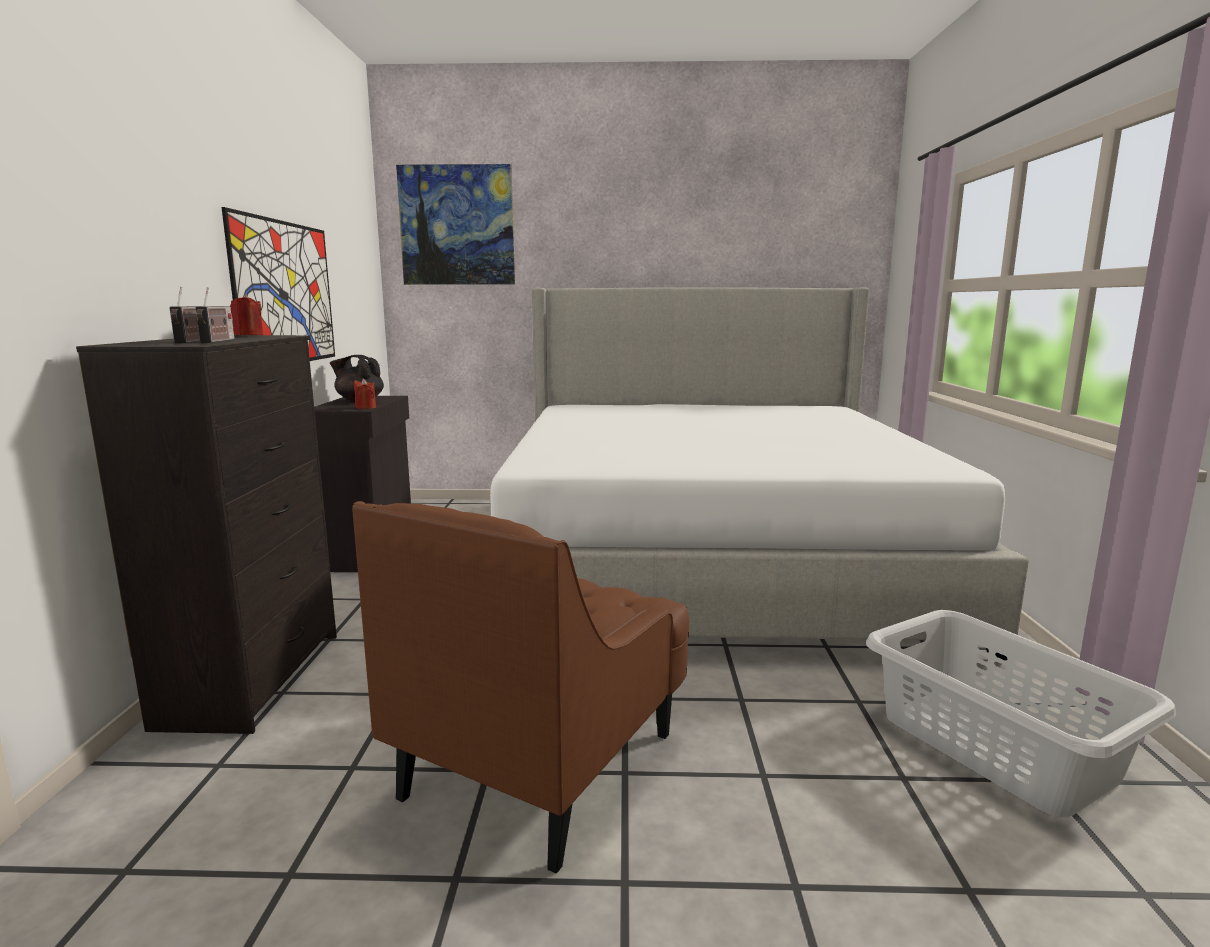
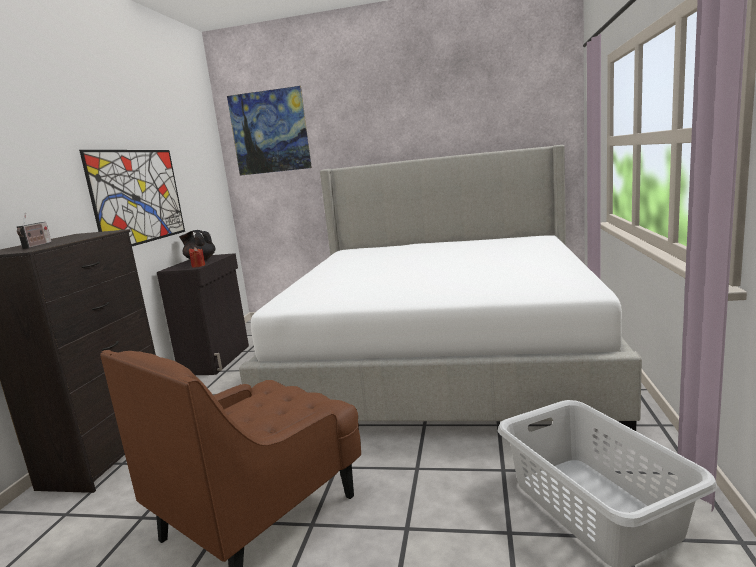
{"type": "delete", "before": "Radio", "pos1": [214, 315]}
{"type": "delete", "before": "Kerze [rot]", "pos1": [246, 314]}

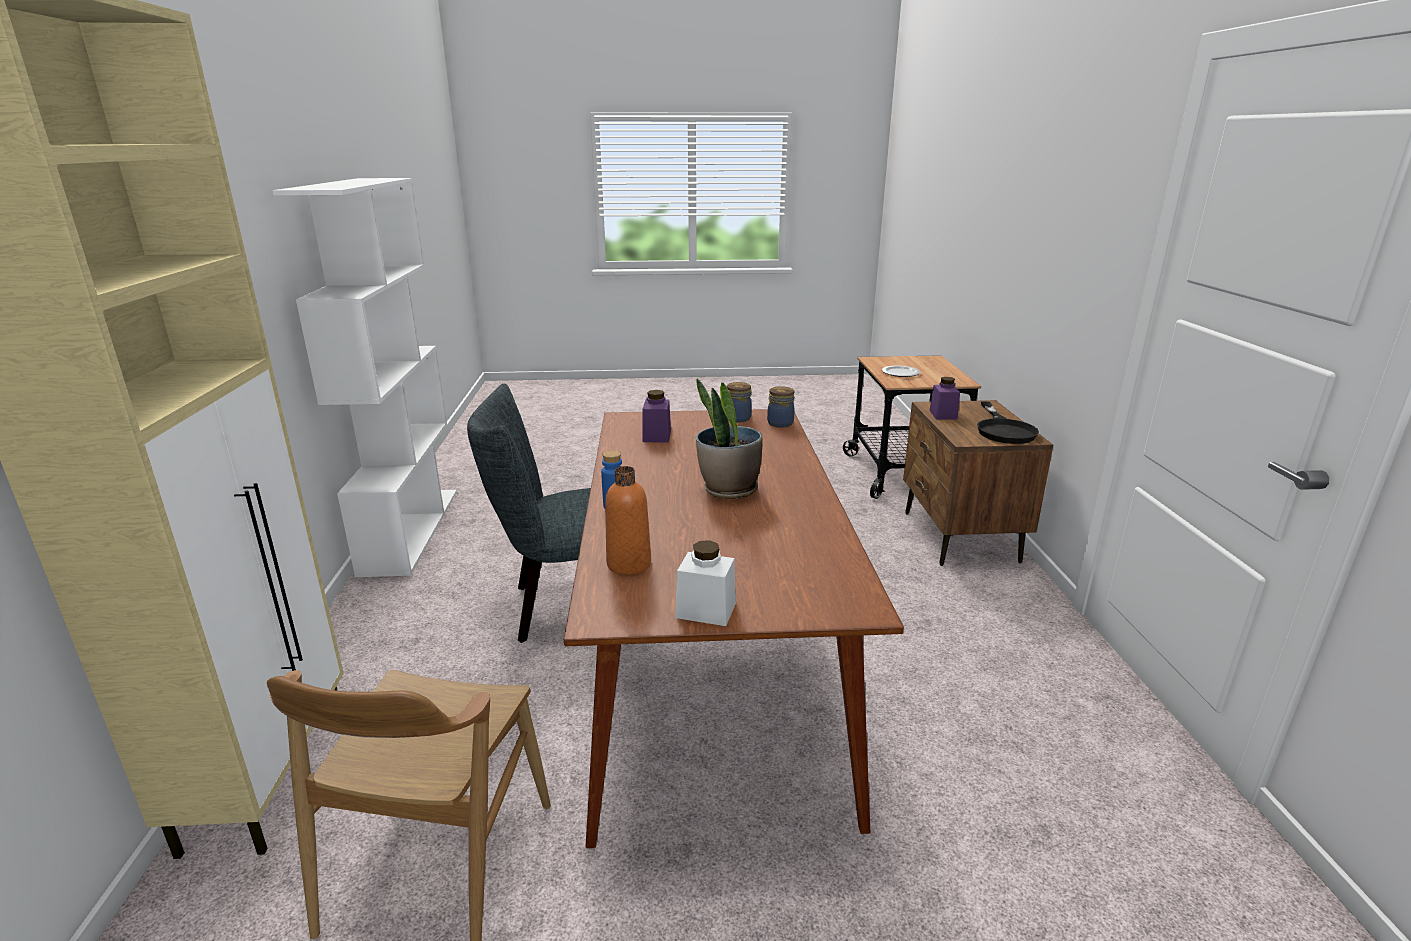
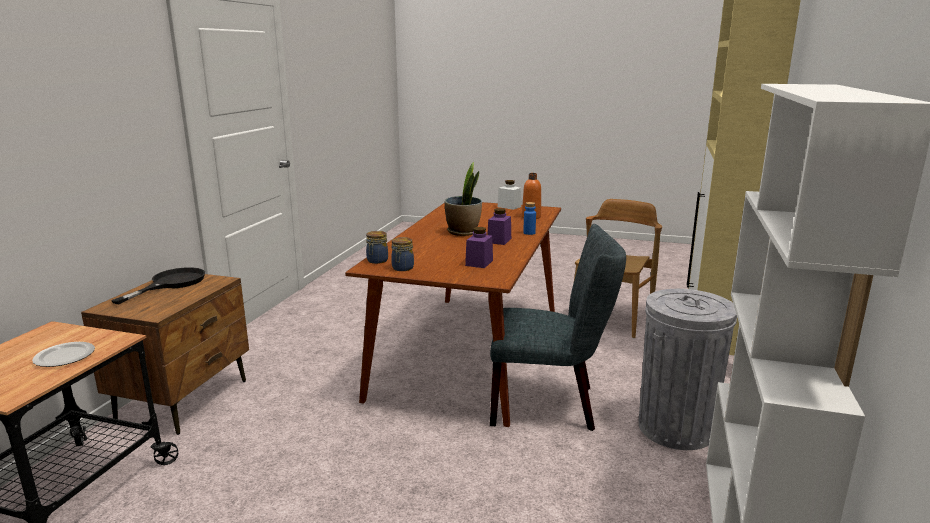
{"type": "move", "before": "Vorratsglas [lila]", "pos1": [944, 398], "pos2": [499, 226]}
{"type": "insert", "after": "Mülleimer [grau]", "pos2": [688, 369]}

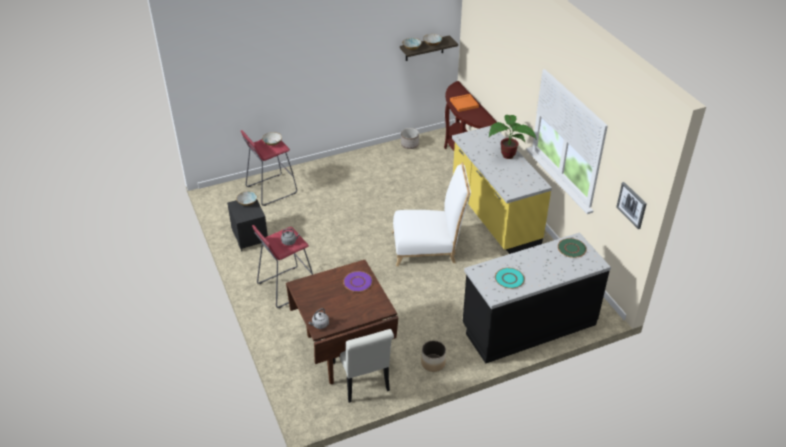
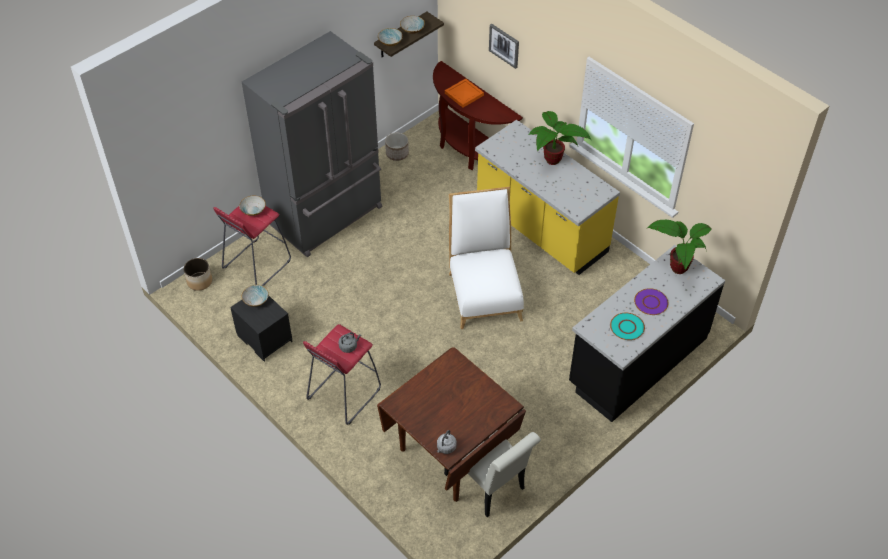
{"type": "move", "before": "Pflanzkübel", "pos1": [433, 356], "pos2": [197, 274]}
{"type": "insert", "after": "Kühlschrank [grau]", "pos2": [312, 144]}
{"type": "rotate", "before": "Stuhl [weiß]", "pos1": [431, 214], "pos2": [486, 258], "turn": -75}
{"type": "move", "before": "Bild", "pos1": [631, 205], "pos2": [504, 46]}
{"type": "move", "before": "Teller [lila]", "pos1": [358, 281], "pos2": [651, 301]}
{"type": "replace", "before": "Teller [grün]", "after": "Topfpflanze", "pos1": [572, 248], "pos2": [680, 247]}

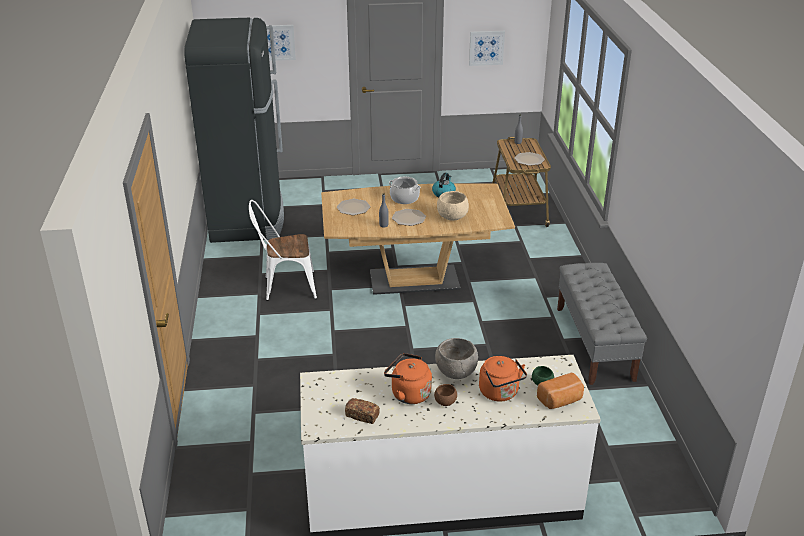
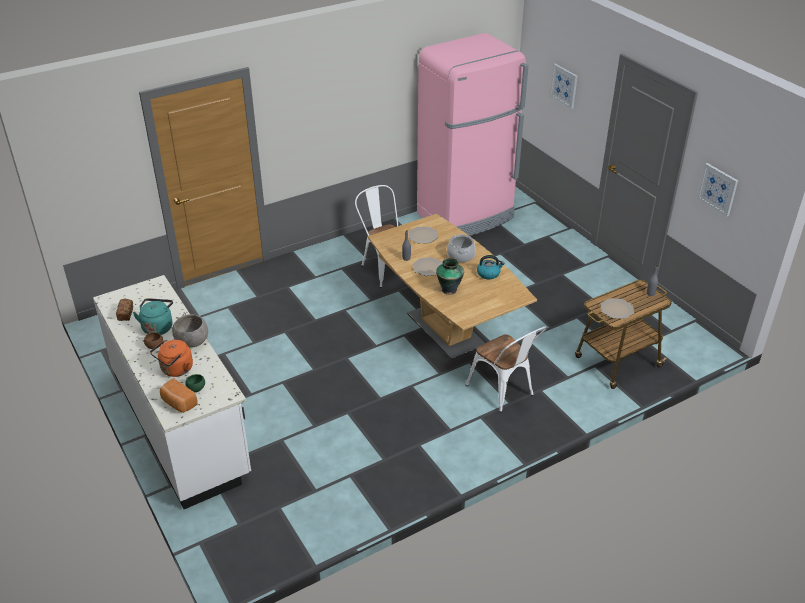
{"type": "recolor", "before": "Wasserkessel [orange]", "after": "Wasserkessel [türkis]", "pos1": [408, 378], "pos2": [153, 316]}
{"type": "recolor", "before": "Kühlschrank [schwarz]", "after": "Kühlschrank [rosa]", "pos1": [234, 130], "pos2": [473, 134]}
{"type": "replace", "before": "Schüssel [beige]", "after": "Vase", "pos1": [453, 206], "pos2": [450, 276]}
{"type": "insert", "after": "Stuhl [weiß]", "pos2": [506, 369]}
{"type": "delete", "before": "Bank [grau]", "pos1": [602, 324]}

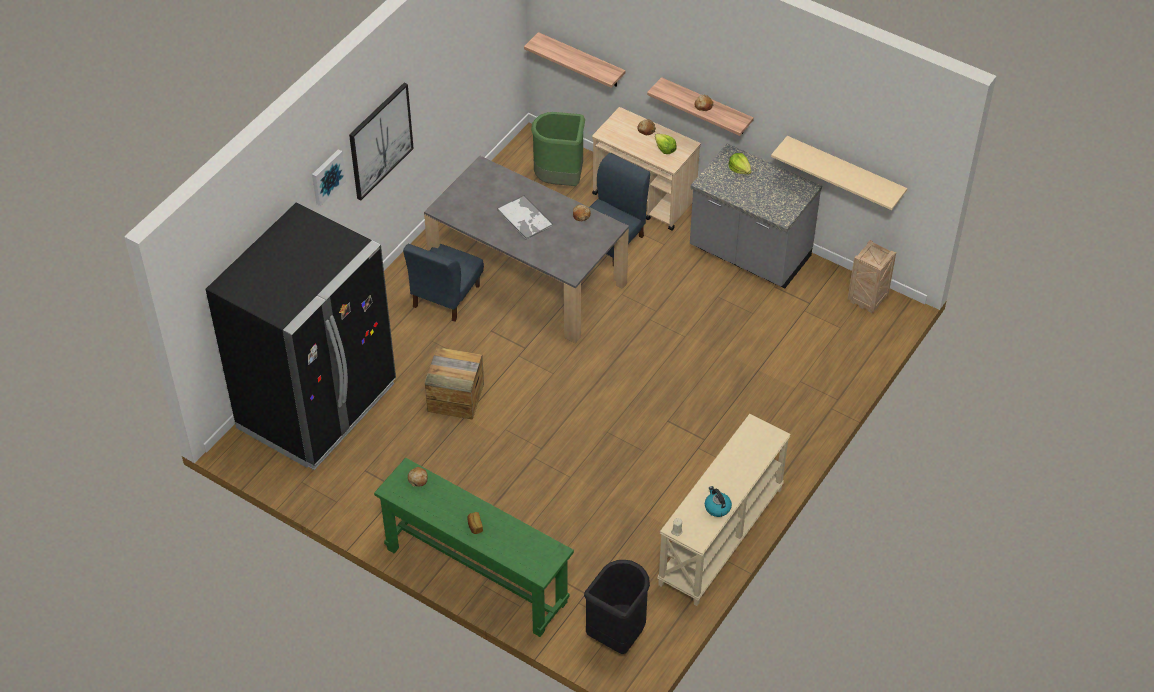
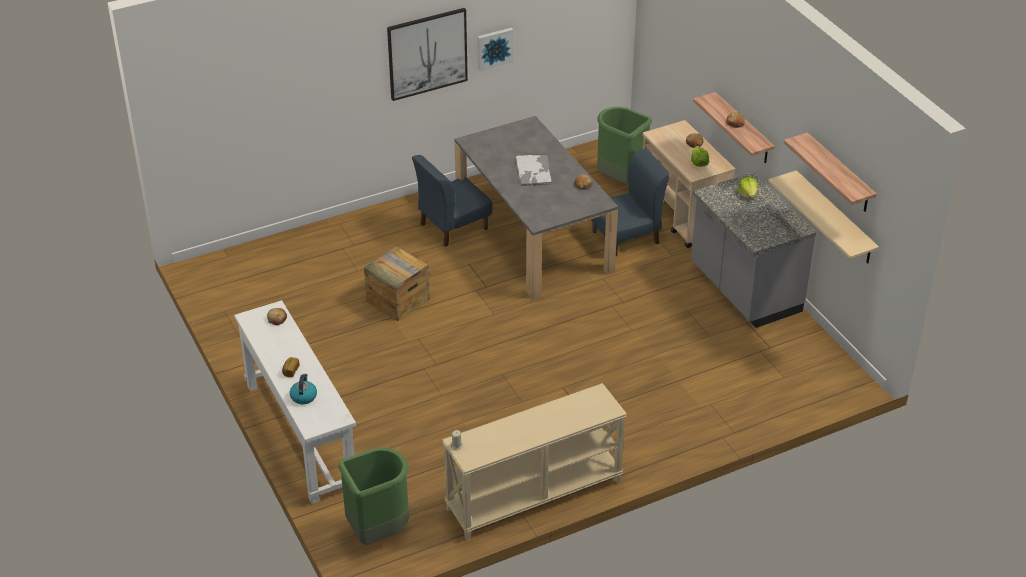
{"type": "recolor", "before": "Konsolentisch [grün]", "after": "Konsolentisch [weiß]", "pos1": [474, 547], "pos2": [295, 402]}
{"type": "move", "before": "Wasserkessel", "pos1": [718, 501], "pos2": [303, 389]}
{"type": "recolor", "before": "Mülleimer [schwarz]", "after": "Mülleimer [grün]", "pos1": [617, 607], "pos2": [373, 496]}
{"type": "move", "before": "Bild", "pos1": [329, 177], "pos2": [495, 49]}
{"type": "move", "before": "Wandregal", "pos1": [574, 60], "pos2": [830, 172]}
{"type": "delete", "before": "Kühlschrank [schwarz]", "pos1": [300, 336]}
{"type": "delete", "before": "Kiste", "pos1": [871, 276]}

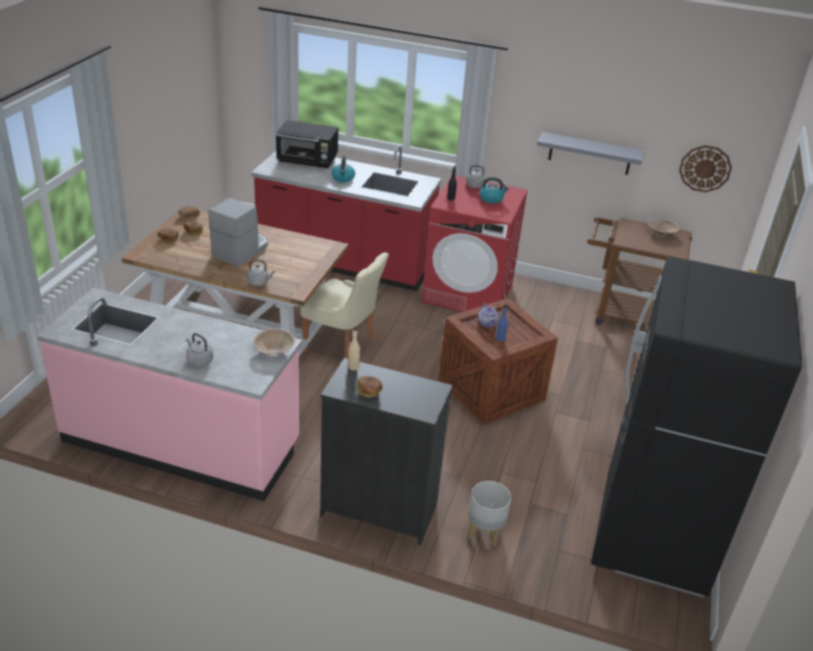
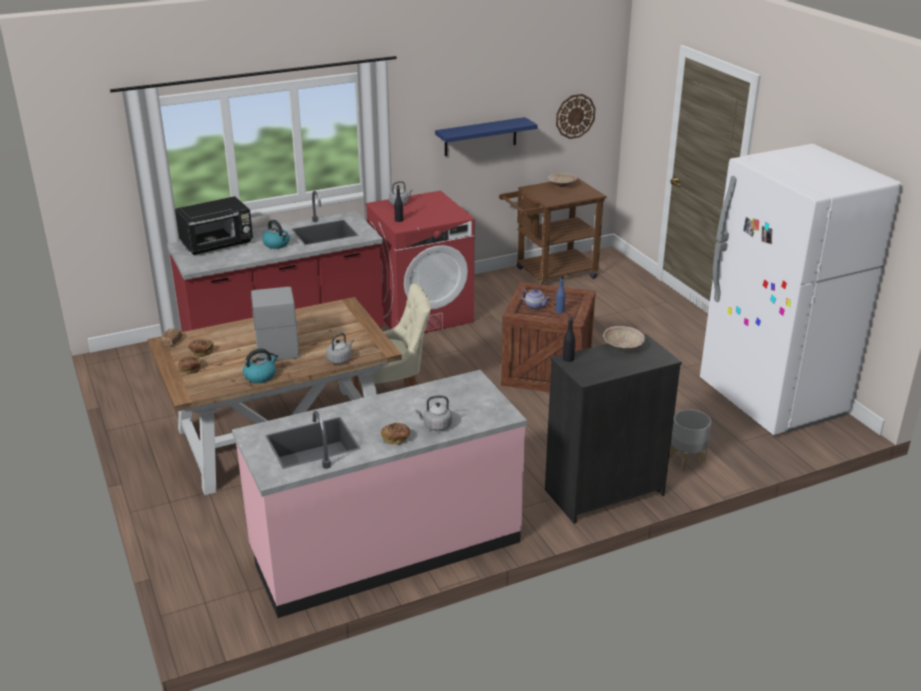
{"type": "move", "before": "Wasserkessel", "pos1": [494, 190], "pos2": [260, 365]}
{"type": "move", "before": "Brot", "pos1": [369, 387], "pos2": [395, 434]}
{"type": "recolor", "before": "Wandregal [grau]", "after": "Wandregal [blau]", "pos1": [590, 153], "pos2": [486, 136]}
{"type": "recolor", "before": "Flasche [beige]", "after": "Flasche [schwarz]", "pos1": [354, 348], "pos2": [569, 338]}
{"type": "move", "before": "Schüssel [beige]", "pos1": [274, 341], "pos2": [624, 337]}
{"type": "recolor", "before": "Kühlschrank [schwarz]", "after": "Kühlschrank [weiß]", "pos1": [696, 426], "pos2": [801, 289]}

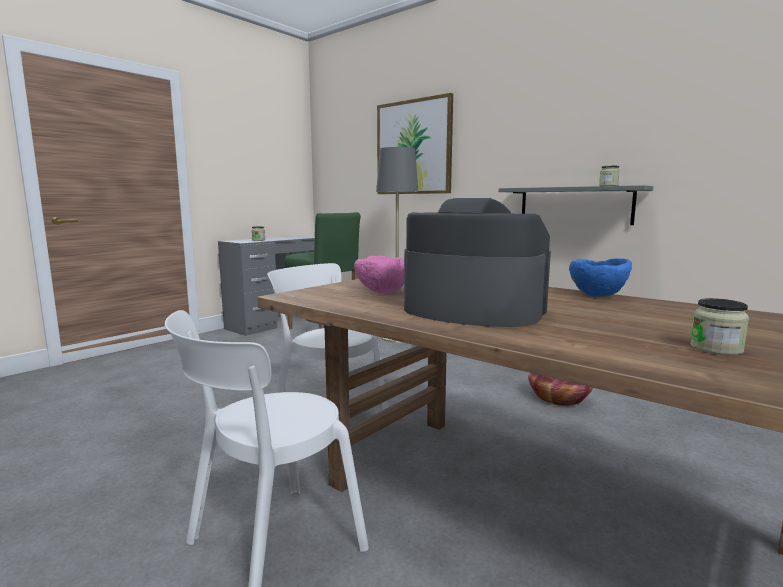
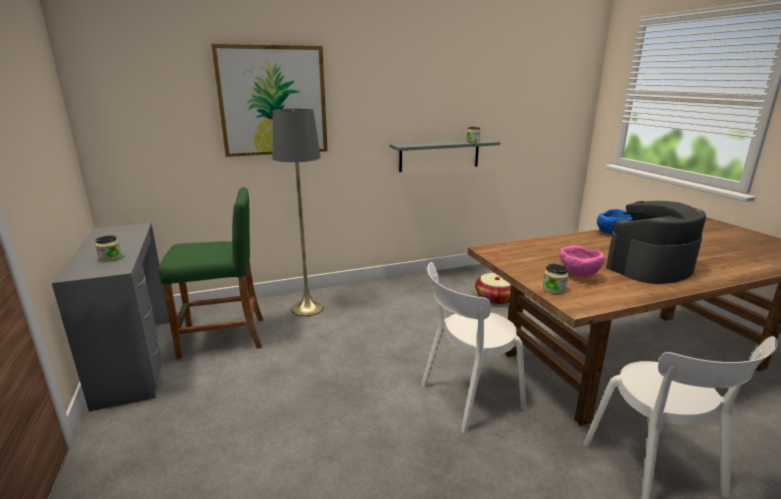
{"type": "move", "before": "Vorratsglas", "pos1": [719, 326], "pos2": [556, 279]}

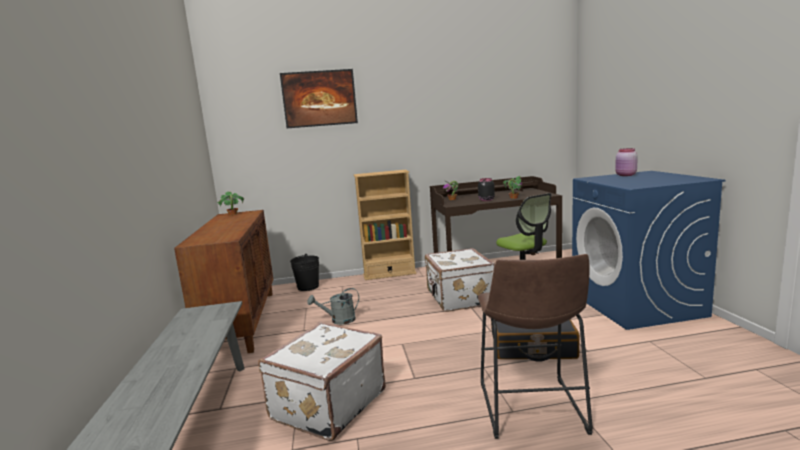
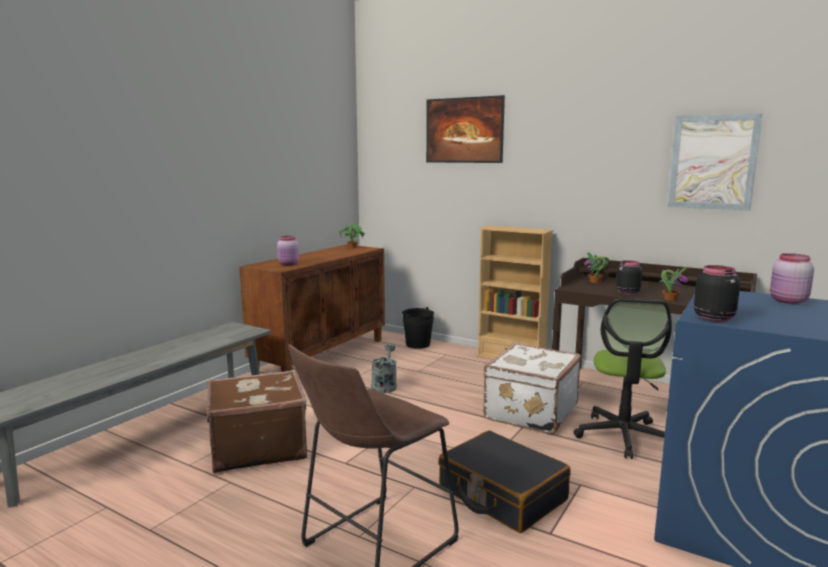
{"type": "recolor", "before": "Koffer [weiß]", "after": "Koffer [braun]", "pos1": [322, 381], "pos2": [257, 421]}
{"type": "insert", "after": "Vorratsglas [rosa]", "pos2": [288, 251]}
{"type": "rotate", "before": "Gießkanne [grau]", "pos1": [333, 306], "pos2": [384, 368], "turn": 75}
{"type": "insert", "after": "Bild", "pos2": [715, 162]}
{"type": "insert", "after": "Vorratsglas [schwarz]", "pos2": [717, 293]}

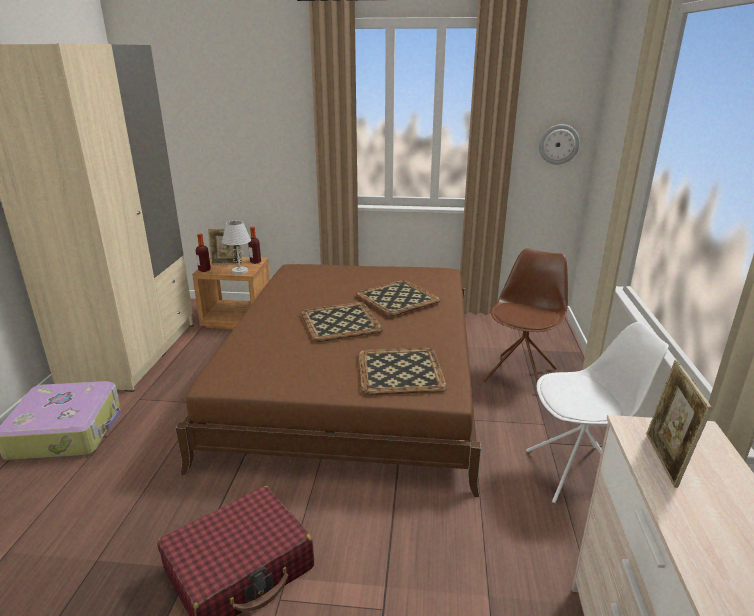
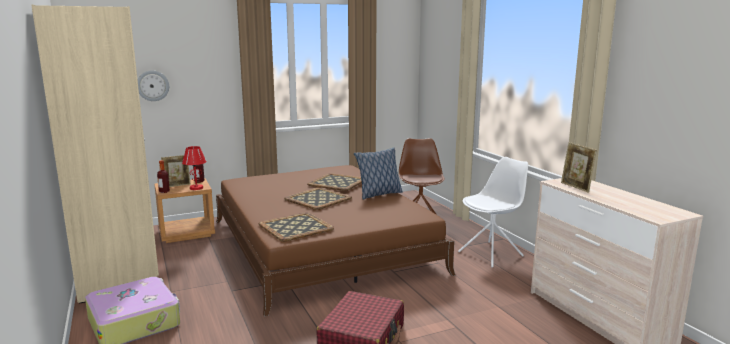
{"type": "move", "before": "Wanduhr", "pos1": [559, 144], "pos2": [153, 85]}
{"type": "recolor", "before": "Tischlampe [weiß]", "after": "Tischlampe [rot]", "pos1": [236, 248], "pos2": [194, 168]}
{"type": "move", "before": "Tablett", "pos1": [402, 371], "pos2": [296, 227]}
{"type": "insert", "after": "Kissen", "pos2": [378, 173]}

